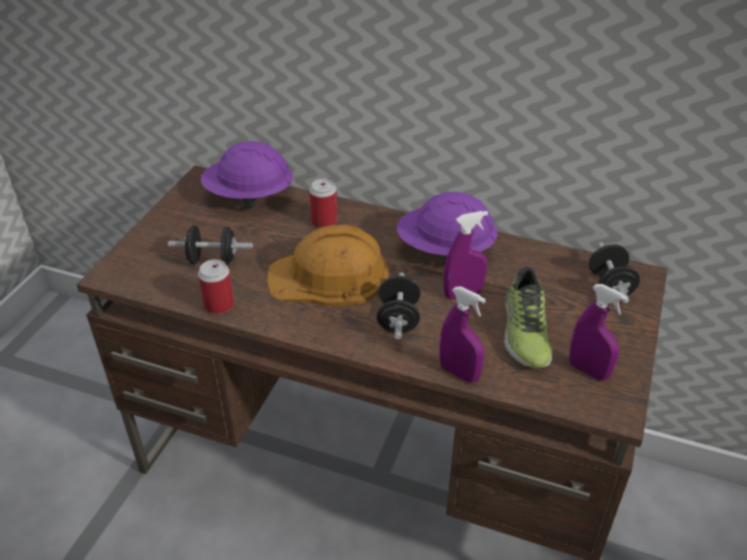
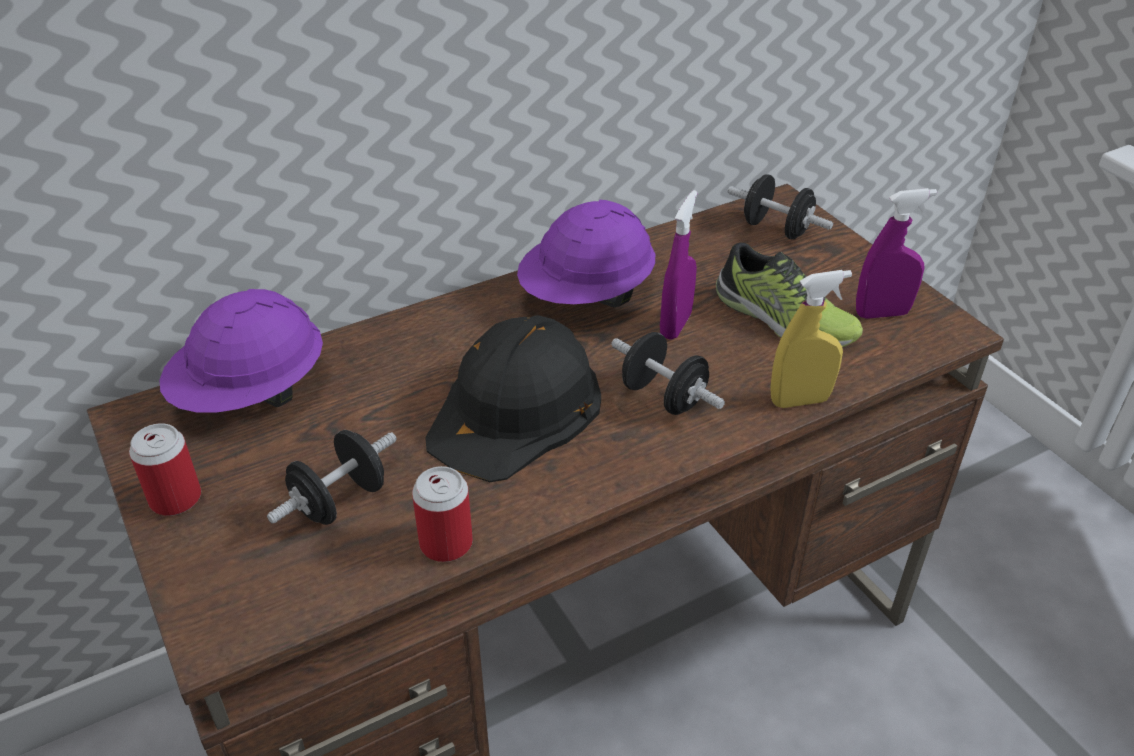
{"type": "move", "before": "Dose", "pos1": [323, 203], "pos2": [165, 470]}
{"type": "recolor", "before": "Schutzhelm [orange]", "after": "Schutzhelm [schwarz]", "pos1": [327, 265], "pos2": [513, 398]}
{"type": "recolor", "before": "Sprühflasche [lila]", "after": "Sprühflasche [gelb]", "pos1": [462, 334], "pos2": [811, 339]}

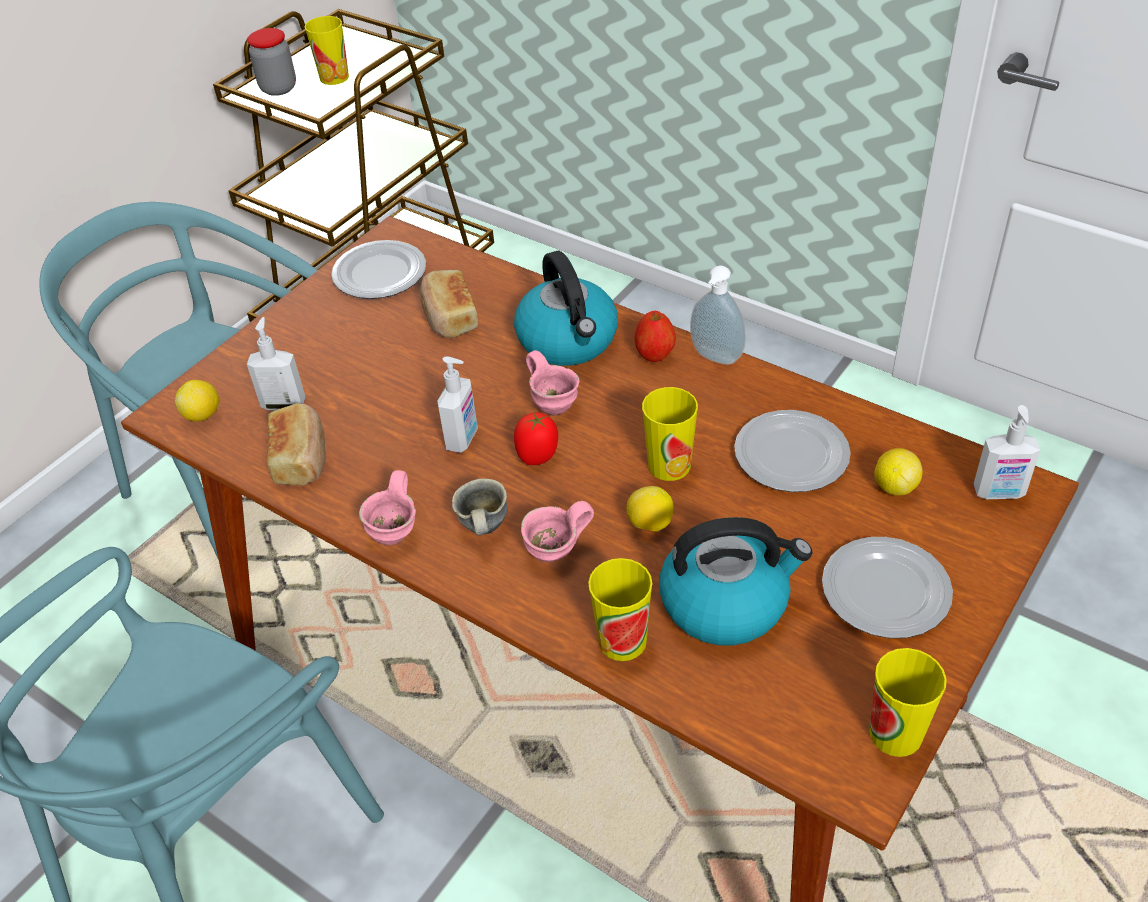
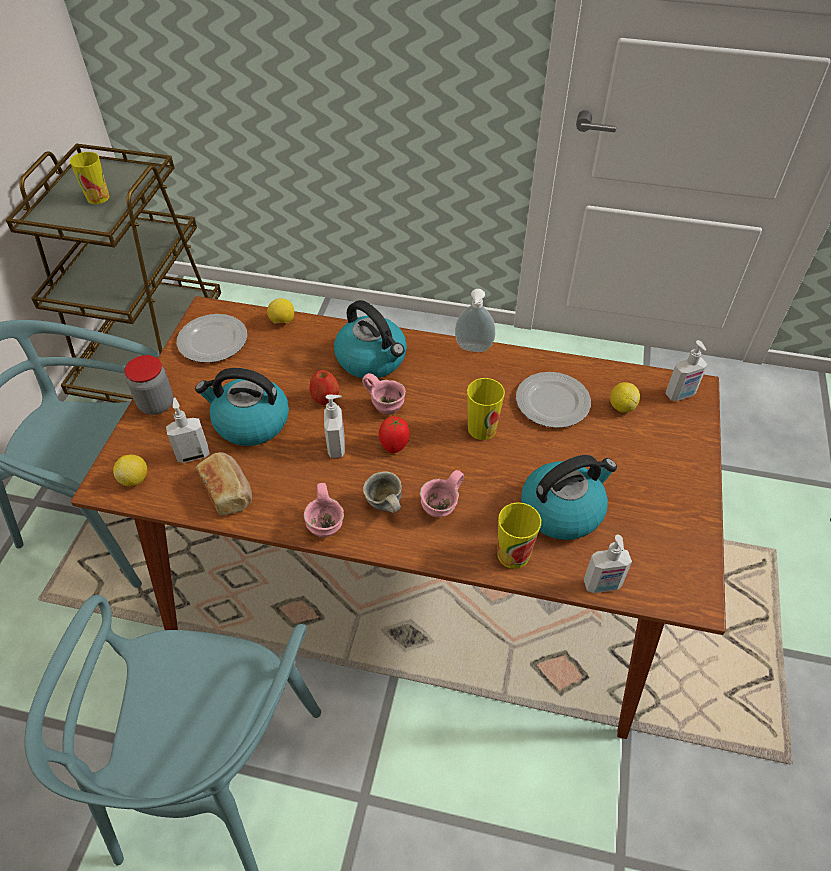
{"type": "move", "before": "Vorratsglas", "pos1": [271, 62], "pos2": [149, 385]}
{"type": "insert", "after": "Wasserkessel", "pos2": [242, 407]}
{"type": "move", "before": "Zitrone", "pos1": [650, 508], "pos2": [280, 311]}
{"type": "move", "before": "Apfel", "pos1": [655, 336], "pos2": [324, 387]}
{"type": "insert", "after": "Seifenspender", "pos2": [608, 563]}
{"type": "delete", "before": "Brot", "pos1": [449, 304]}
{"type": "delete", "before": "Teller", "pos1": [887, 587]}
{"type": "delete", "before": "Tasse", "pos1": [908, 702]}

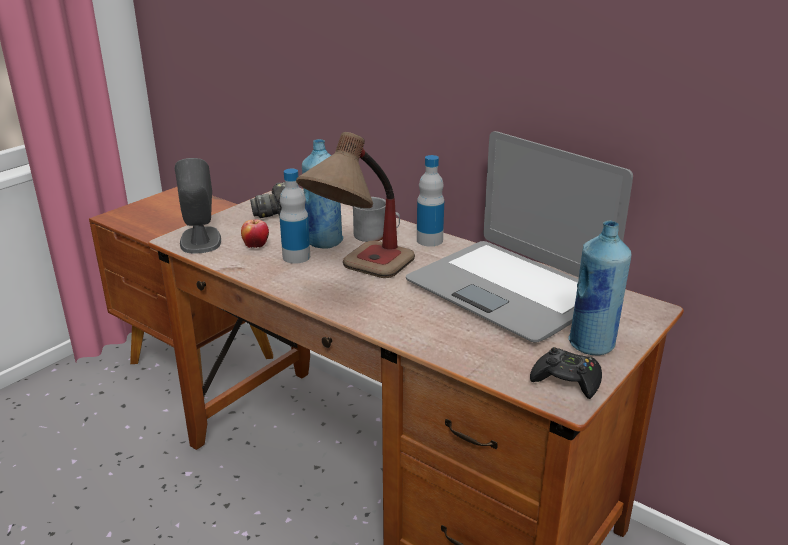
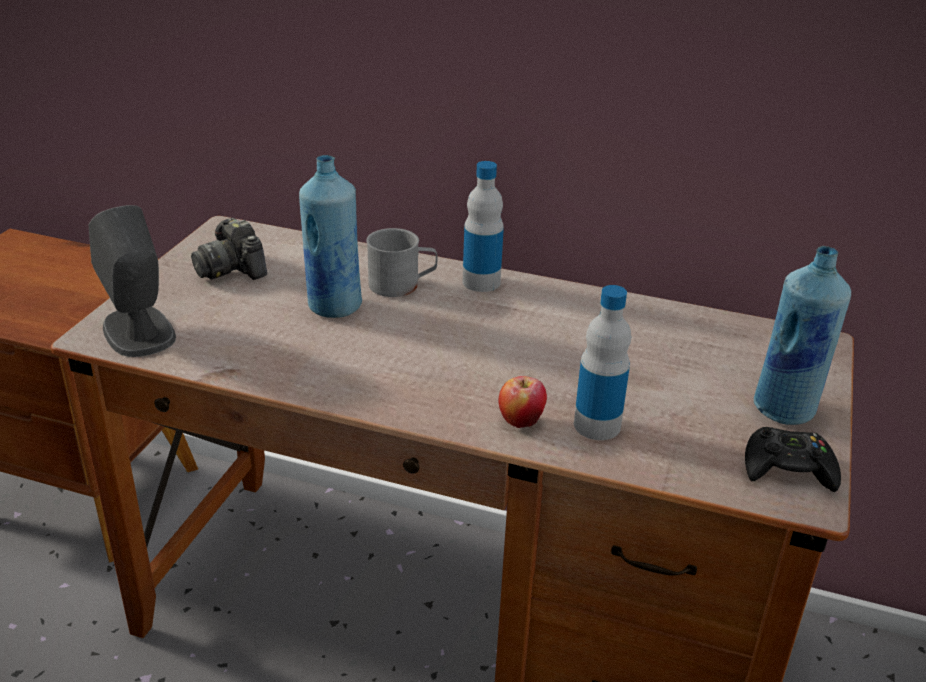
{"type": "move", "before": "Apfel", "pos1": [255, 233], "pos2": [523, 402]}
{"type": "move", "before": "Flasche", "pos1": [295, 216], "pos2": [602, 362]}
{"type": "delete", "before": "Tischlampe", "pos1": [355, 205]}
{"type": "delete", "before": "Laptop", "pos1": [519, 237]}

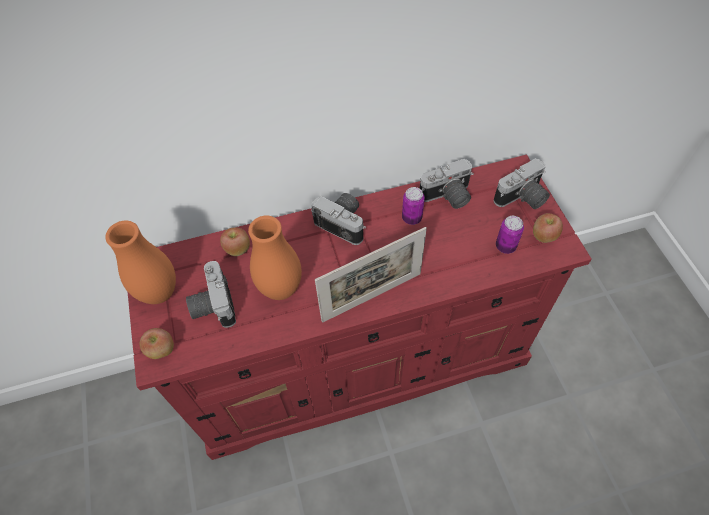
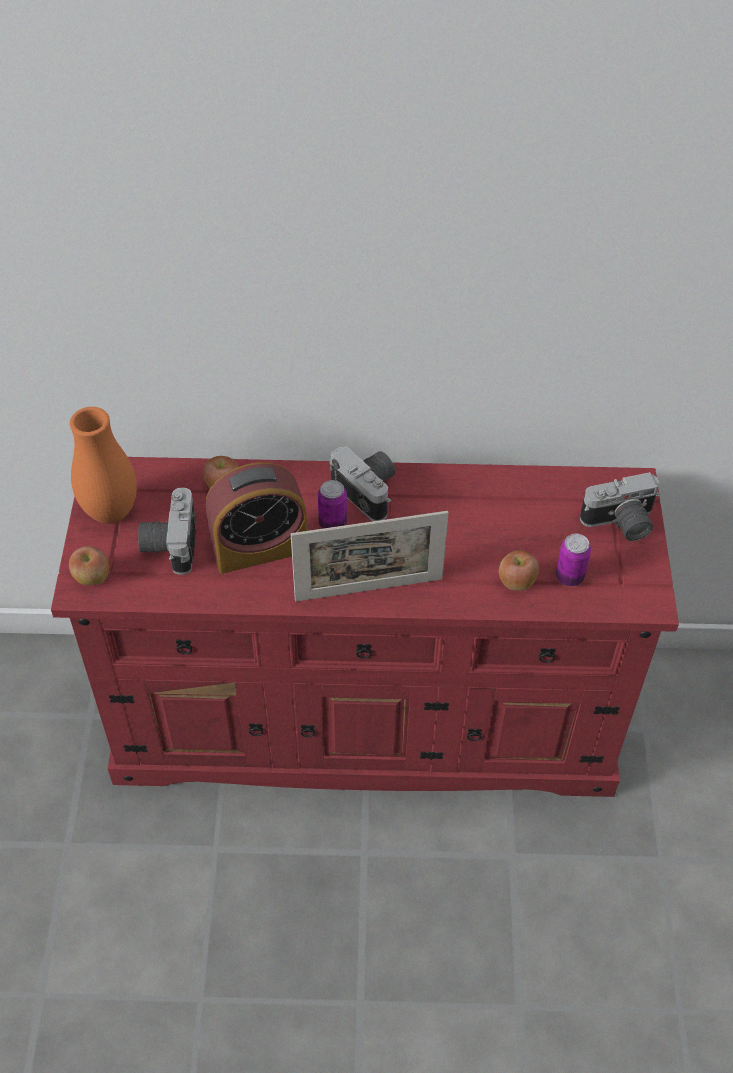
{"type": "replace", "before": "Vase [orange]", "after": "Wecker", "pos1": [275, 258], "pos2": [256, 518]}
{"type": "move", "before": "Dose", "pos1": [413, 206], "pos2": [332, 504]}
{"type": "move", "before": "Apfel", "pos1": [548, 228], "pos2": [519, 570]}
{"type": "delete", "before": "Kamera", "pos1": [447, 183]}

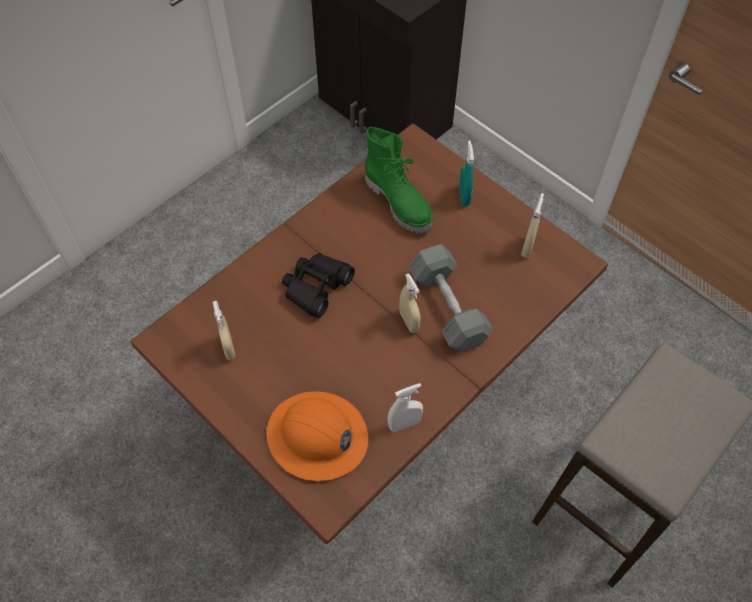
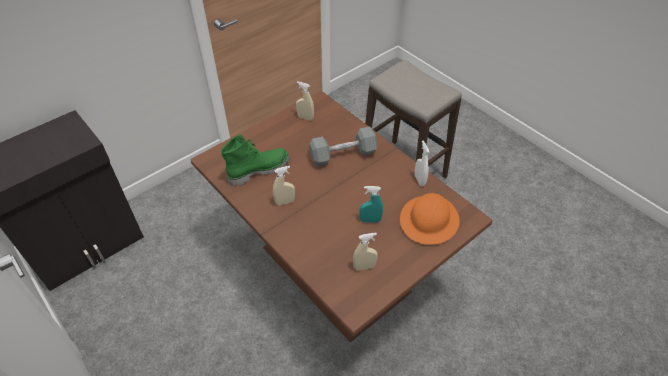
{"type": "move", "before": "Sprühflasche [beige]", "pos1": [410, 303], "pos2": [284, 186]}
{"type": "move", "before": "Sprühflasche [türkis]", "pos1": [466, 173], "pos2": [371, 204]}
{"type": "delete", "before": "Fernglas [schwarz]", "pos1": [318, 285]}

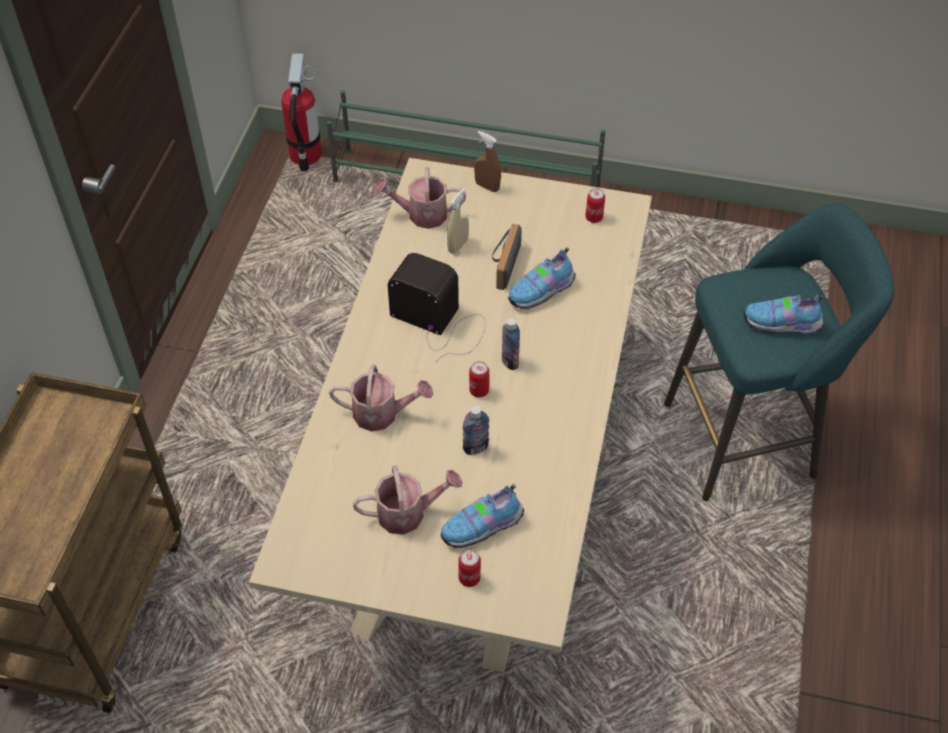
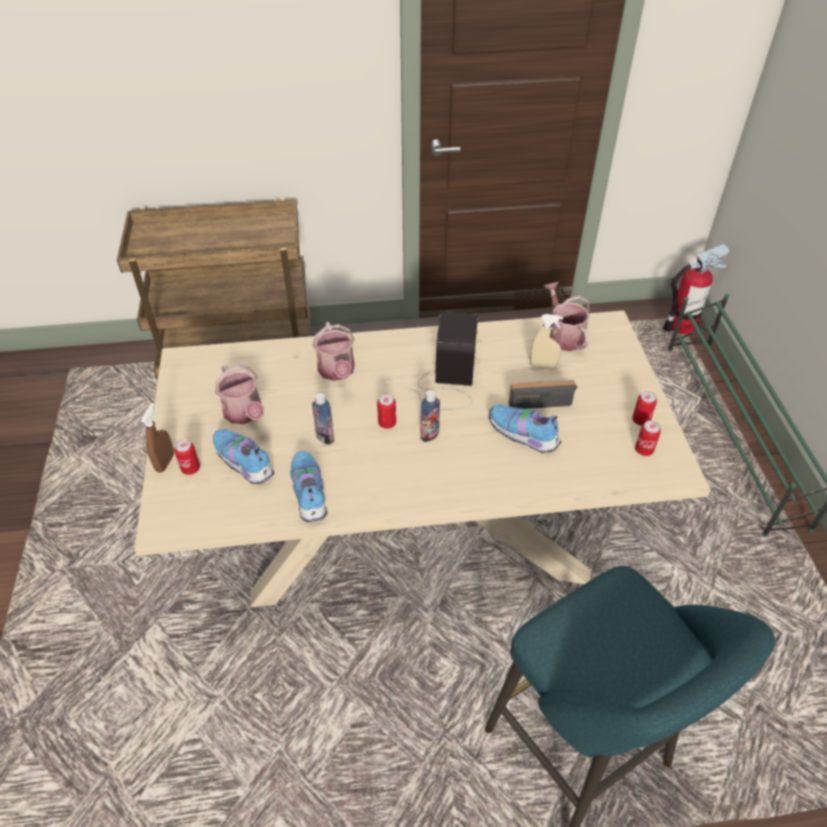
{"type": "move", "before": "Sprühflasche [braun]", "pos1": [487, 161], "pos2": [157, 438]}
{"type": "move", "before": "Schuh", "pos1": [784, 315], "pos2": [308, 486]}
{"type": "insert", "after": "Dose", "pos2": [644, 408]}

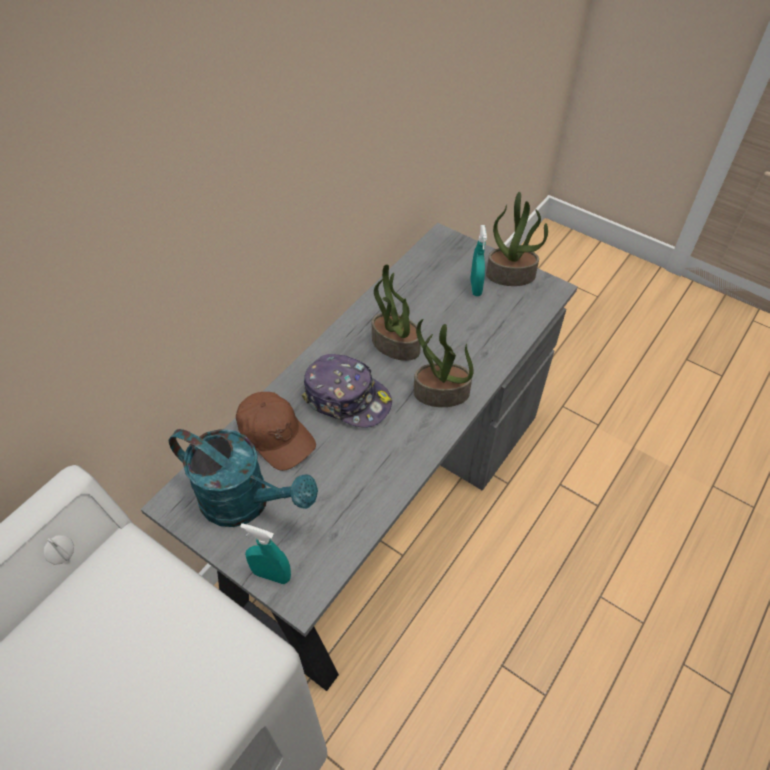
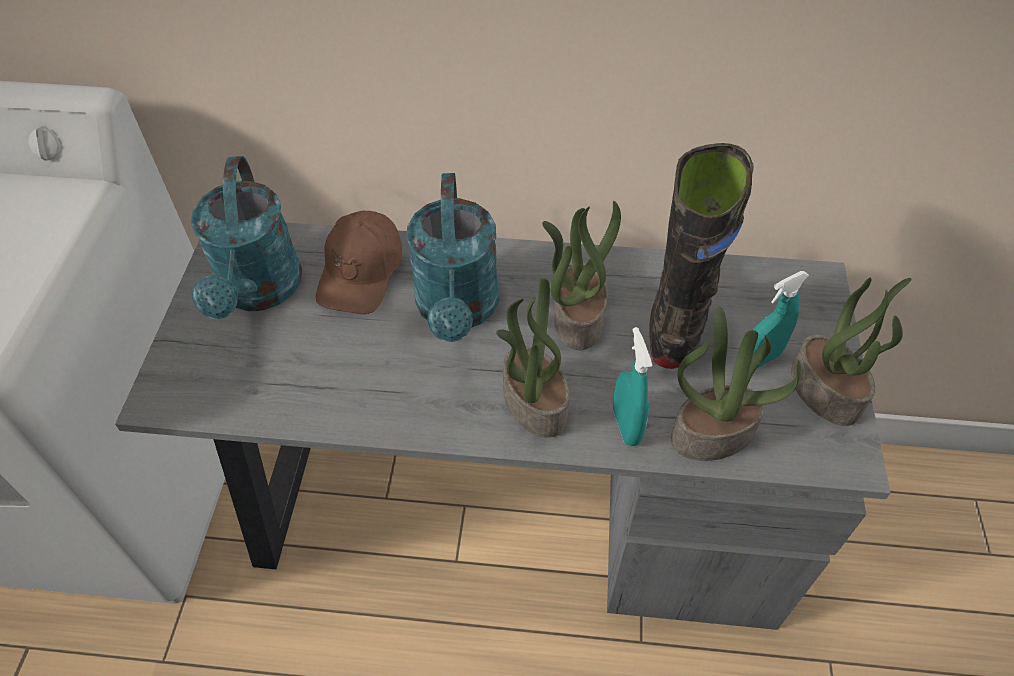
{"type": "replace", "before": "Kappe", "after": "Gießkanne [türkis]", "pos1": [347, 390], "pos2": [453, 257]}
{"type": "move", "before": "Sprühflasche [türkis]", "pos1": [265, 553], "pos2": [632, 386]}
{"type": "insert", "after": "Stiefel [schwarz]", "pos2": [701, 256]}
{"type": "insert", "after": "Topfpflanze", "pos2": [736, 383]}

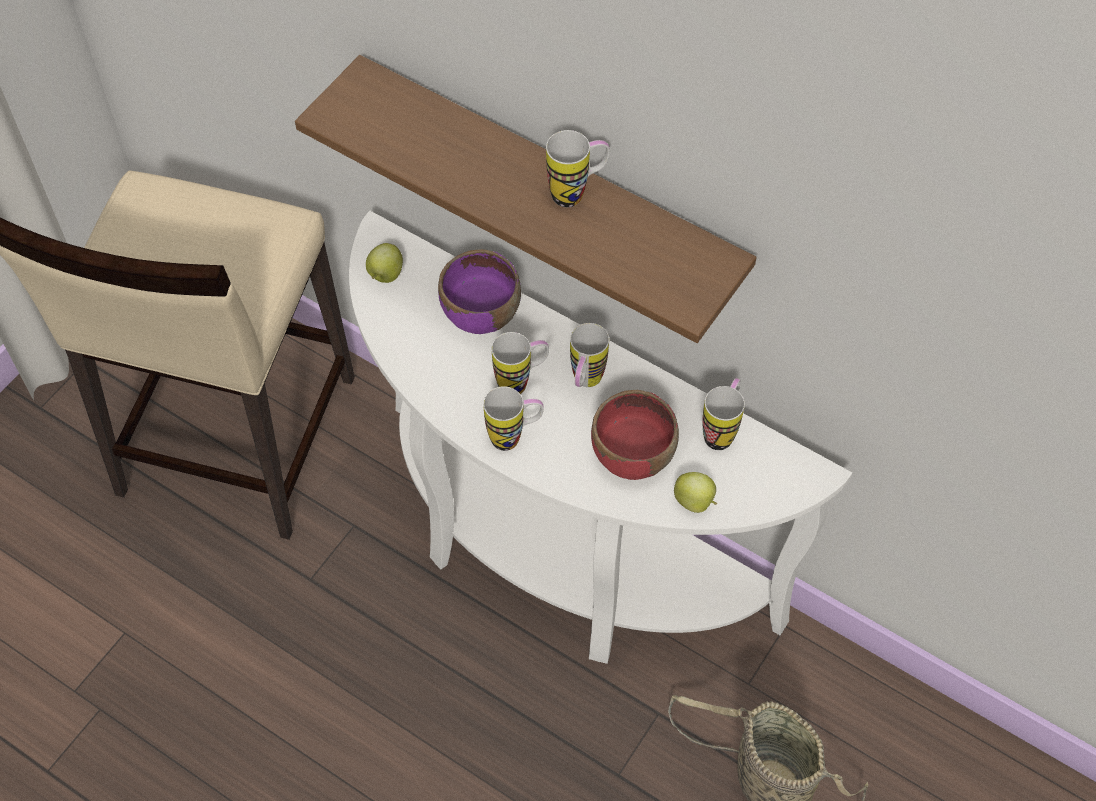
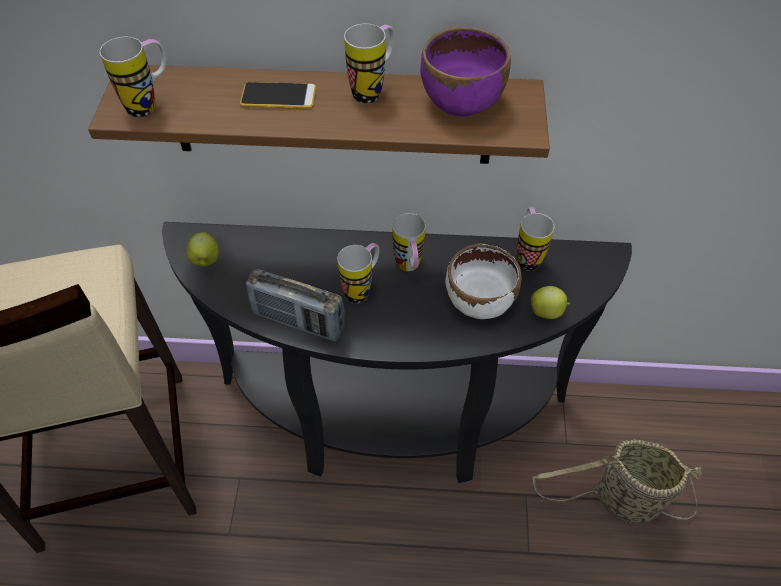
{"type": "move", "before": "Henkelbecher", "pos1": [513, 418], "pos2": [133, 77]}
{"type": "recolor", "before": "Konsolentisch [weiß]", "after": "Konsolentisch [schwarz]", "pos1": [600, 437], "pos2": [397, 352]}
{"type": "insert", "after": "Handy", "pos2": [278, 95]}
{"type": "insert", "after": "Radio", "pos2": [295, 305]}
{"type": "move", "before": "Schüssel [lila]", "pos1": [479, 291], "pos2": [465, 71]}
{"type": "recolor", "before": "Schüssel [rot]", "after": "Schüssel [weiß]", "pos1": [635, 435], "pos2": [484, 281]}

